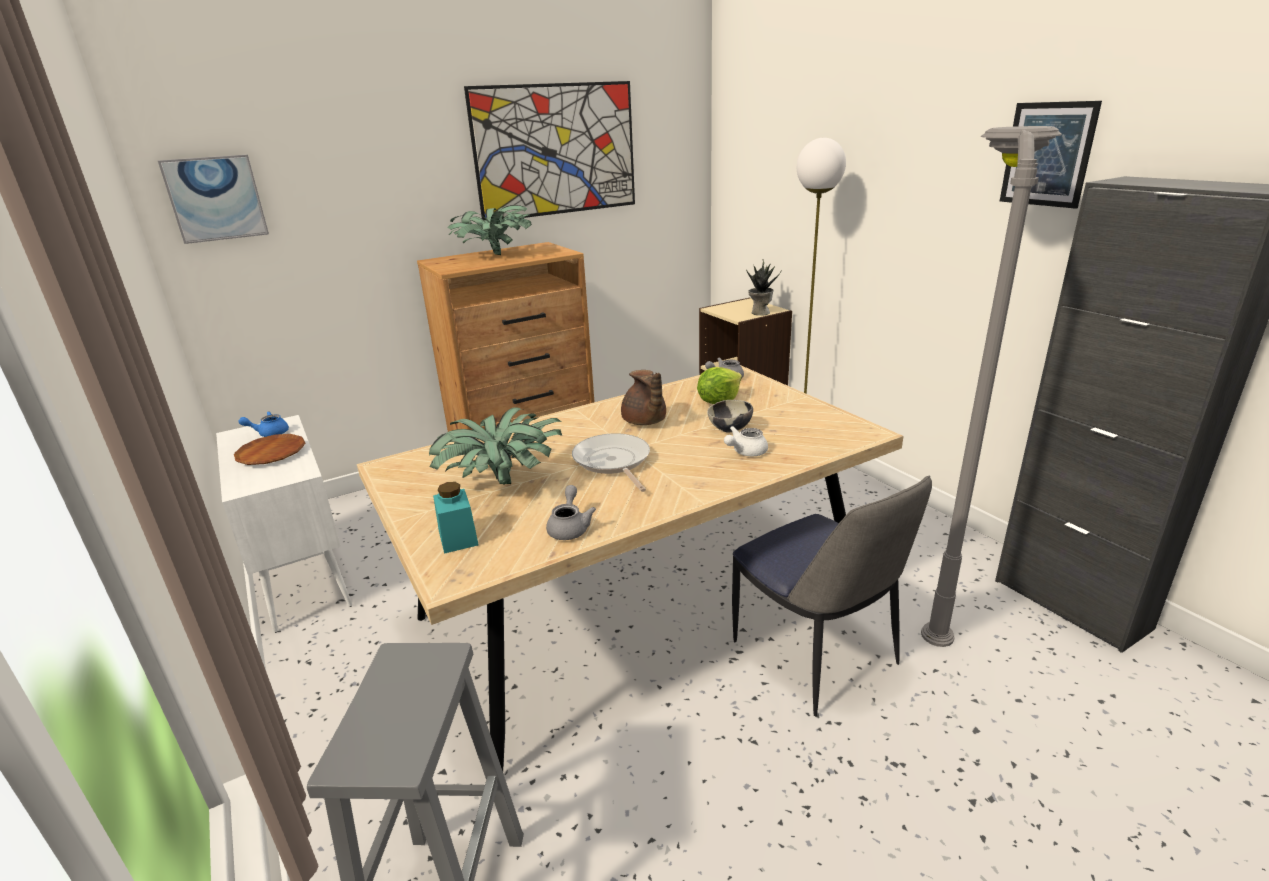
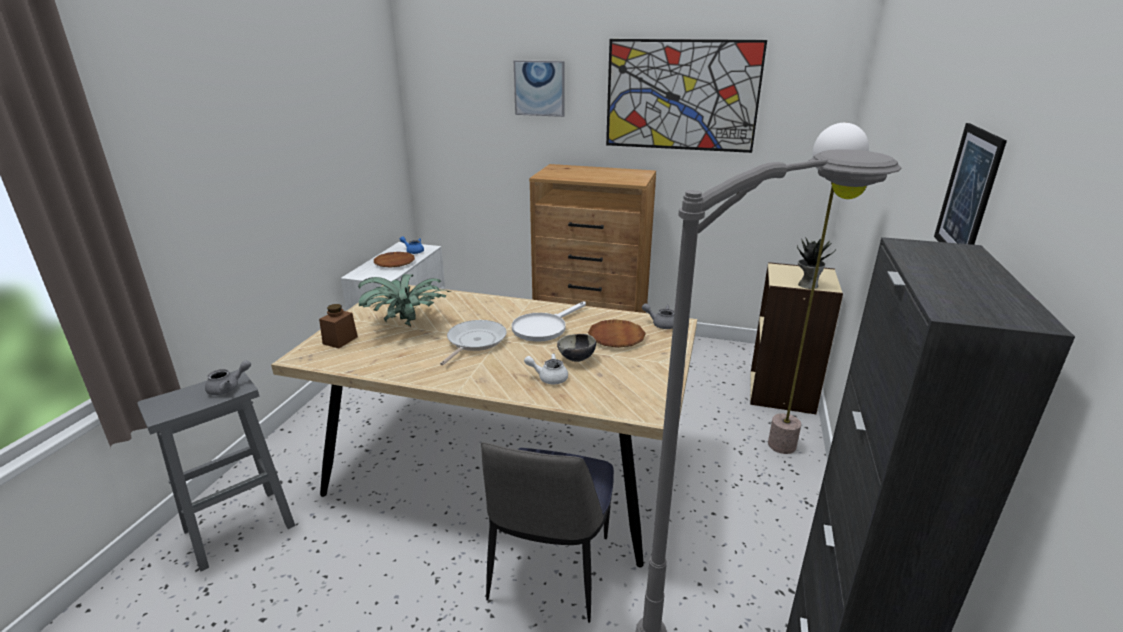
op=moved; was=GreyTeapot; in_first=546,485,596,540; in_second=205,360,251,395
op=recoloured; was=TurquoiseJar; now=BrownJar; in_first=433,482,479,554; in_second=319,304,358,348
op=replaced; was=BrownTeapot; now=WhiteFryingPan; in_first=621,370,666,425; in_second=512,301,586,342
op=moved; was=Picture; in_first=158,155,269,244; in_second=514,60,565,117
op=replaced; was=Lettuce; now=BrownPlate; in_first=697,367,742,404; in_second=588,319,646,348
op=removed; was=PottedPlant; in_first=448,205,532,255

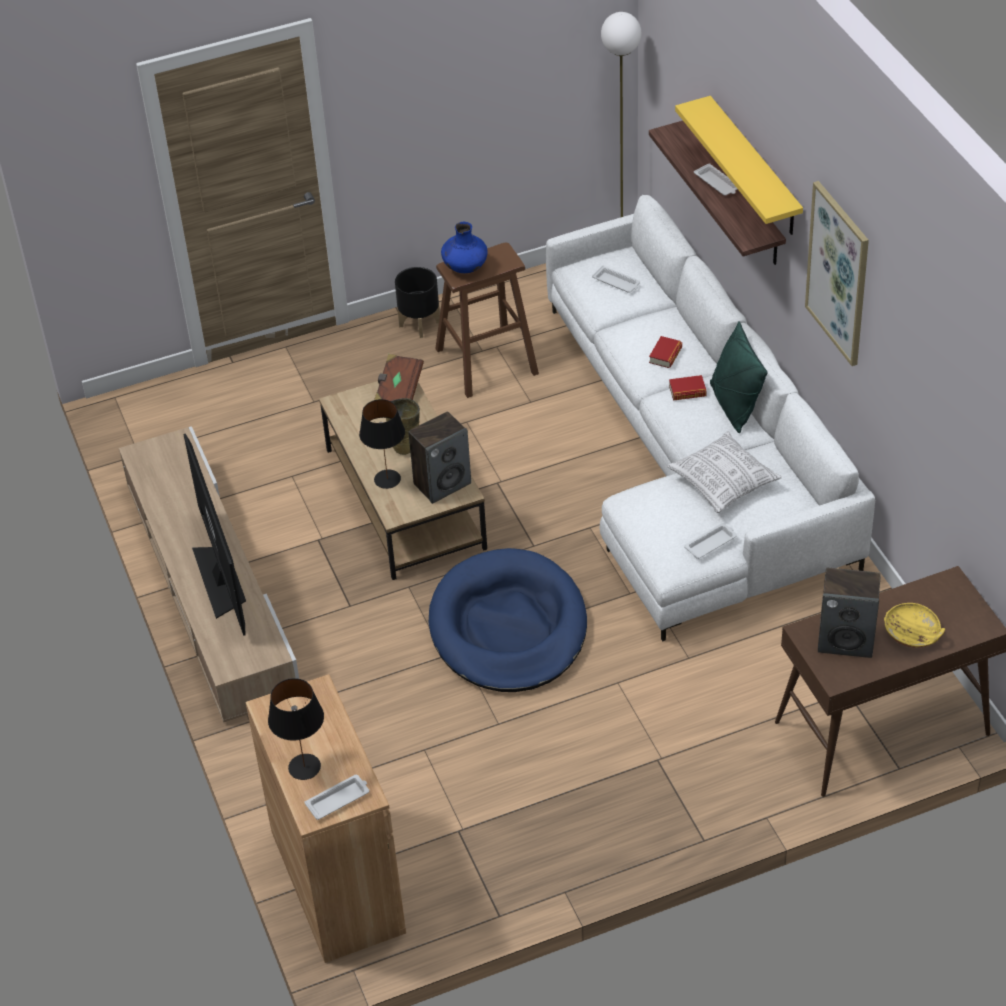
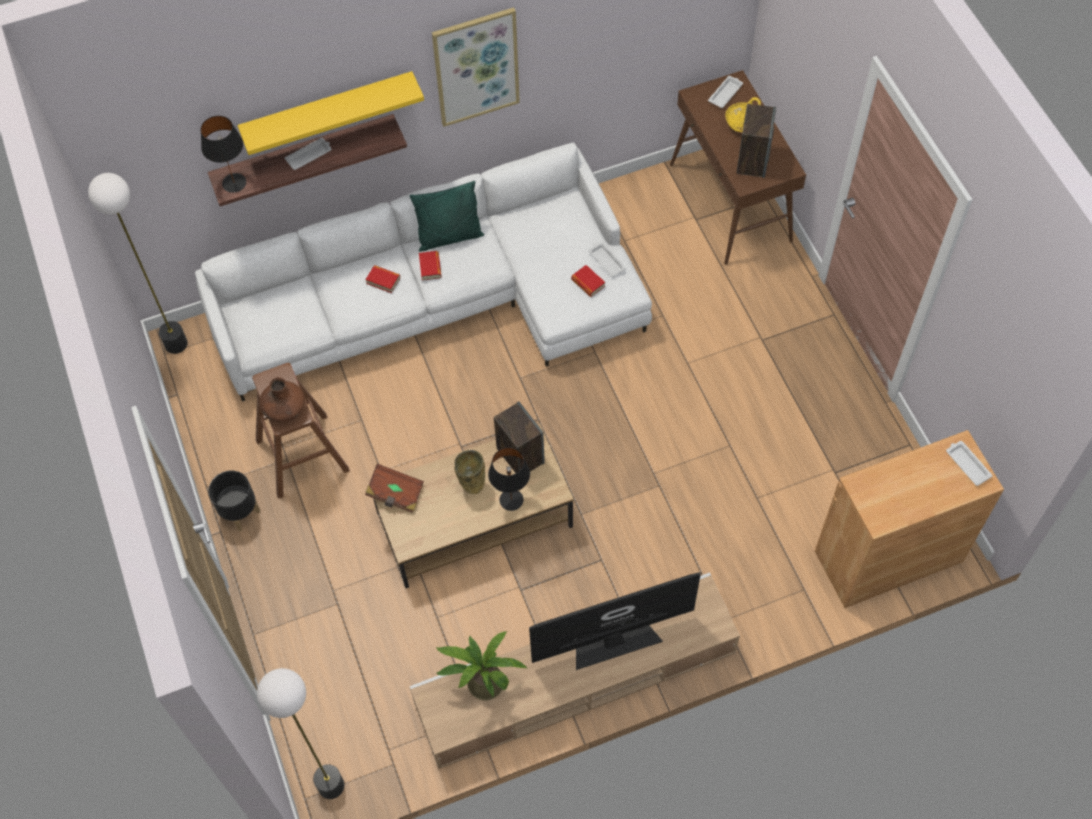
op=moved; was=BlackTableLamp; in_first=268,678,324,780; in_second=201,116,246,193
op=added; now=FloorLamp; in_second=257,668,345,799
op=recoloured; was=BlueVase; now=BrownVase; in_first=441,222,488,273; in_second=259,377,305,422
op=added; now=PottedPlant; in_second=436,631,528,700
op=added; now=Book; in_second=571,265,605,297
op=moved; was=WhiteTray; in_first=592,265,640,292; in_second=708,76,743,108
op=removed; was=BlueDogBed; in_first=429,548,587,692
op=removed; was=Pillow; in_first=667,431,782,513

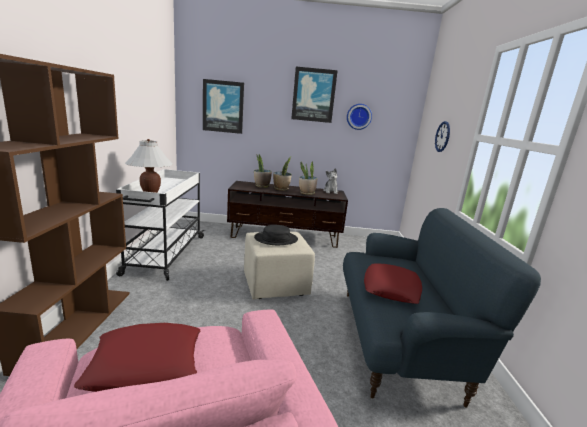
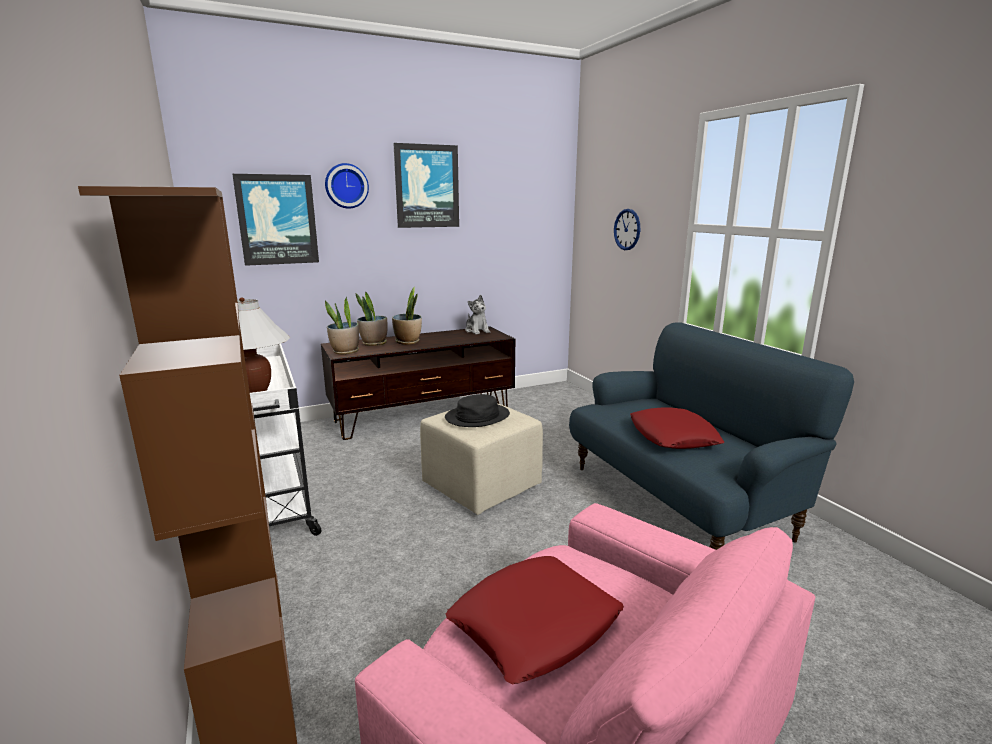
op=moved; was=WallClock; in_first=347,104,372,130; in_second=325,163,369,209
op=moved; was=PottedPlant; in_first=299,161,317,195; in_second=325,297,359,355

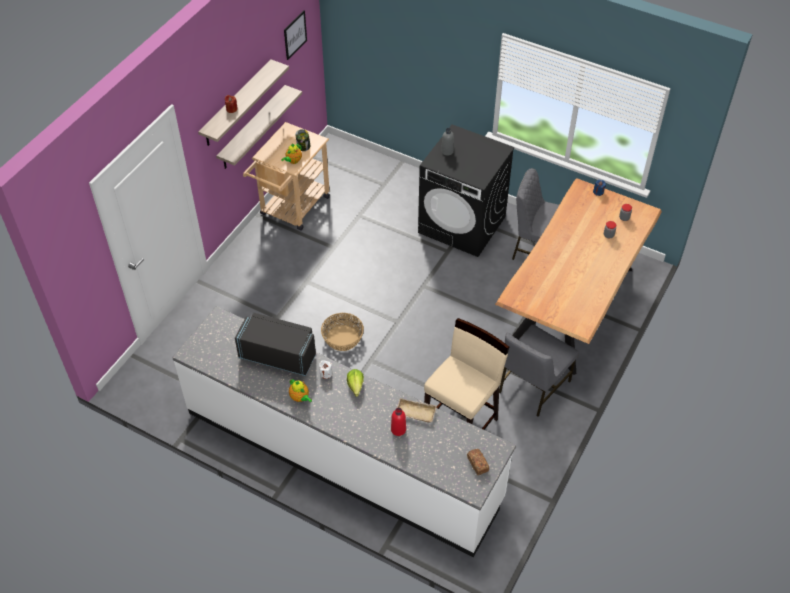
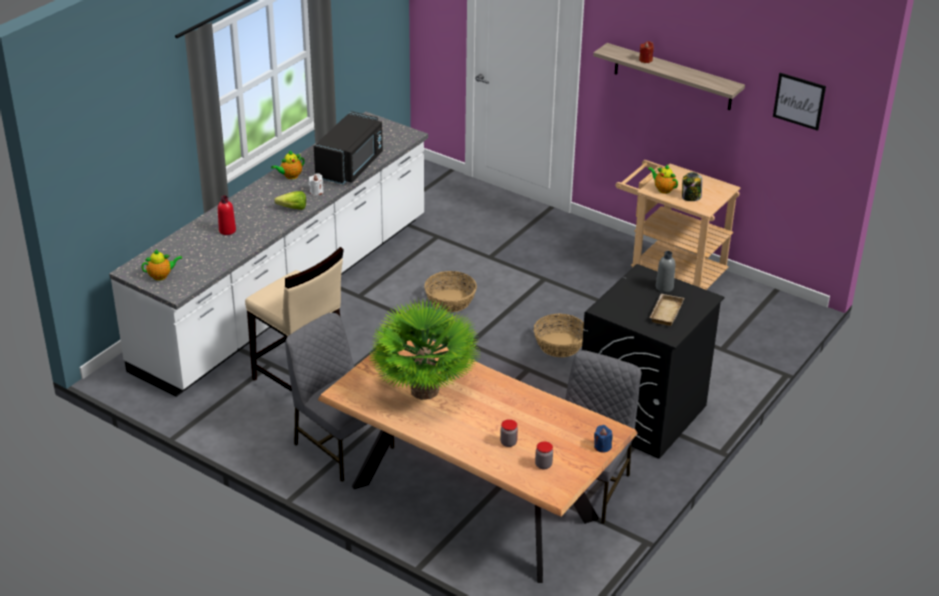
op=replaced; was=Bread; now=Teapot; in_first=467,449,489,475; in_second=141,249,182,281
op=added; now=PottedPlant; in_second=369,298,481,400
op=added; now=Basket; in_second=534,314,584,357
op=moved; was=BeigeTray; in_first=397,398,437,423; in_second=649,294,684,326
op=removed; was=Shelf; in_first=216,85,302,169

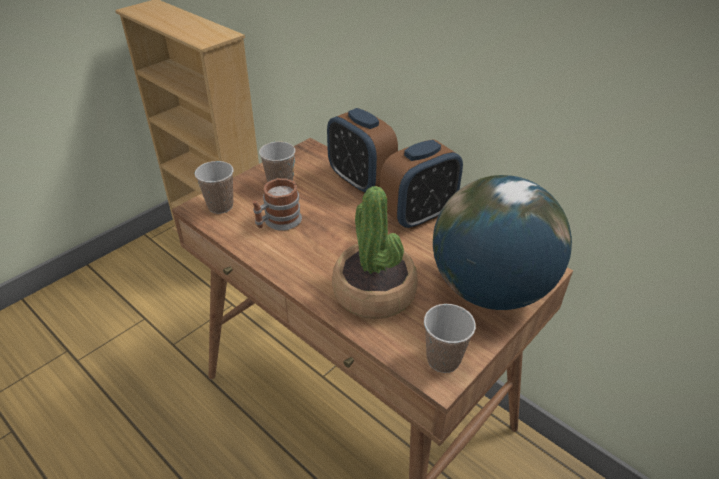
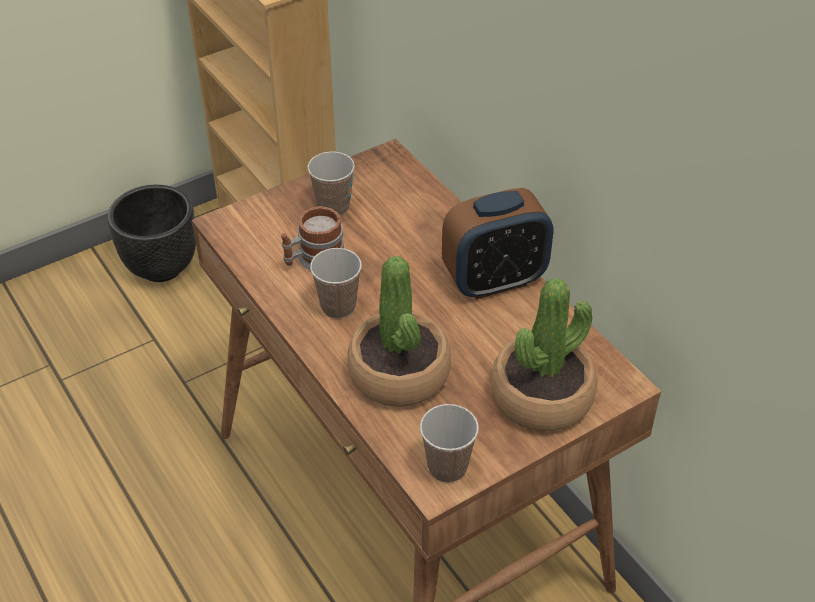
op=added; now=BlackPlanter; in_second=107,185,196,282
op=moved; was=Cup; in_first=195,161,234,214; in_second=310,248,362,319
op=replaced; was=Globe; now=PottedPlant; in_first=433,175,572,310; in_second=490,278,597,431
op=removed; was=AlarmClock; in_first=327,108,398,194

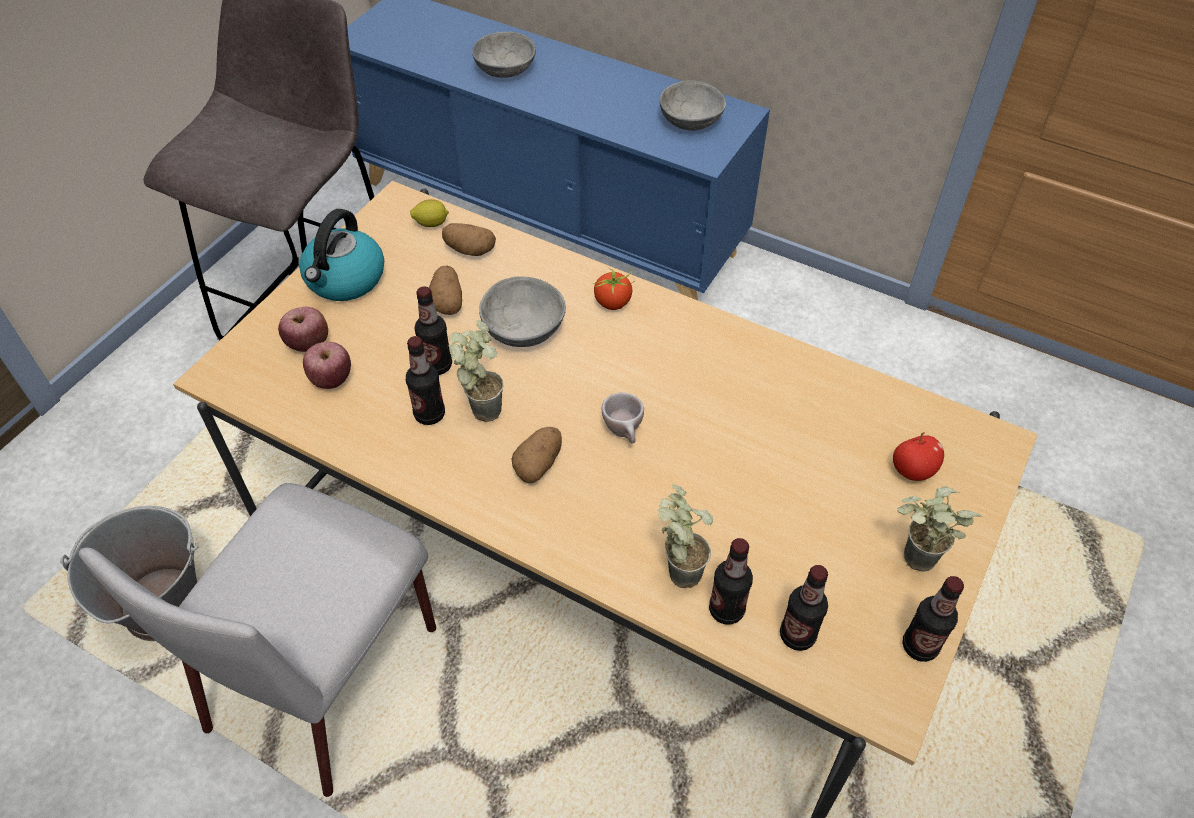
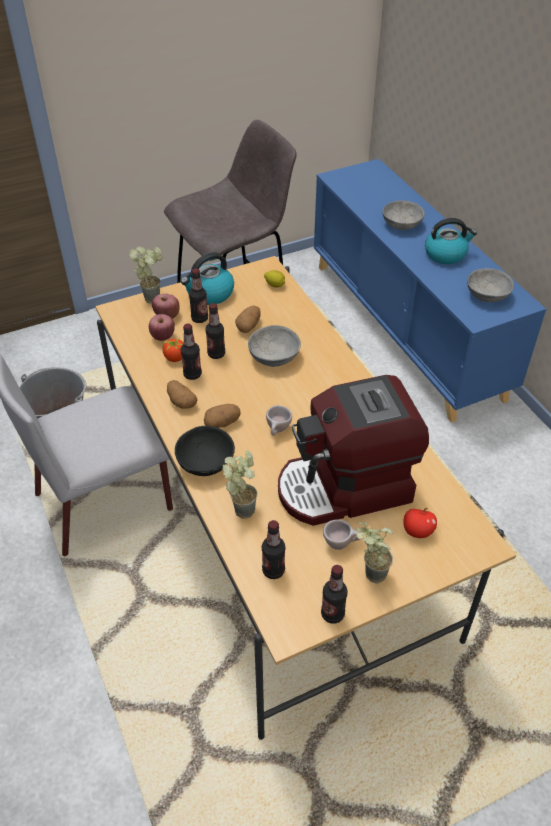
op=moved; was=PottedPlant; in_first=449,320,504,422; in_second=129,247,163,304
op=moved; was=Tomato; in_first=592,269,634,310; in_second=162,336,184,362
op=moved; was=Potato; in_first=442,223,496,256; in_second=167,380,197,409
op=added; now=BlackBowl; in_second=175,426,235,476
op=moved; was=Bottle; in_first=709,538,753,625; in_second=189,268,208,323
op=added; now=CoffeeMachine; in_second=278,375,429,526
op=added; now=BeigeCup; in_second=323,520,360,550
op=added; now=Kettle; in_second=425,218,477,264

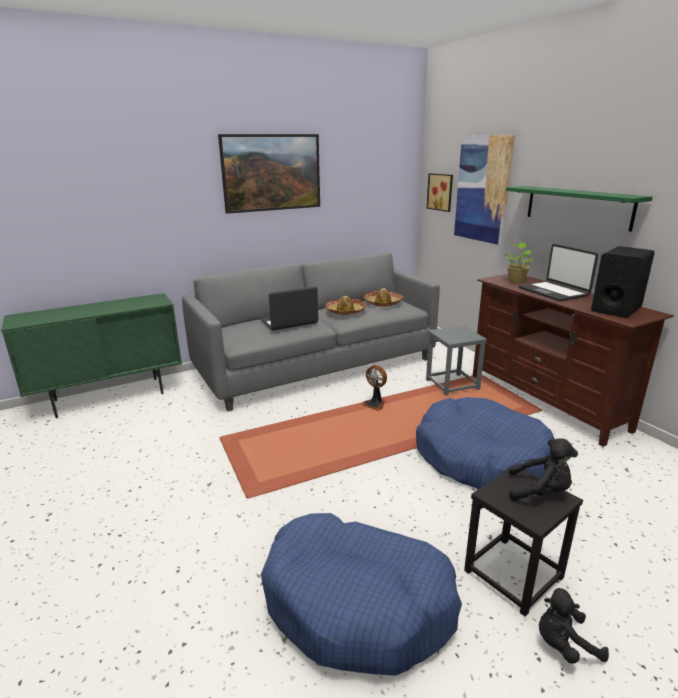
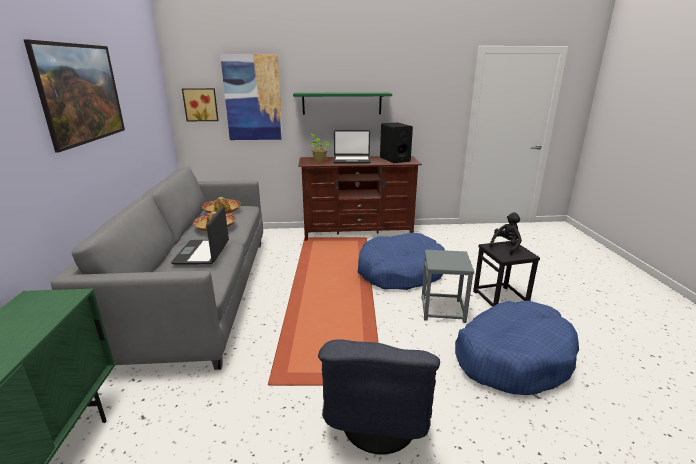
op=added; now=GreyArmchair; in_second=318,339,440,455
op=moved; was=GreyStool; in_first=426,326,487,396; in_second=422,250,474,323
op=removed; was=Fan; in_first=361,365,387,411
op=removed; was=BlackPlushToy; in_first=539,588,609,664

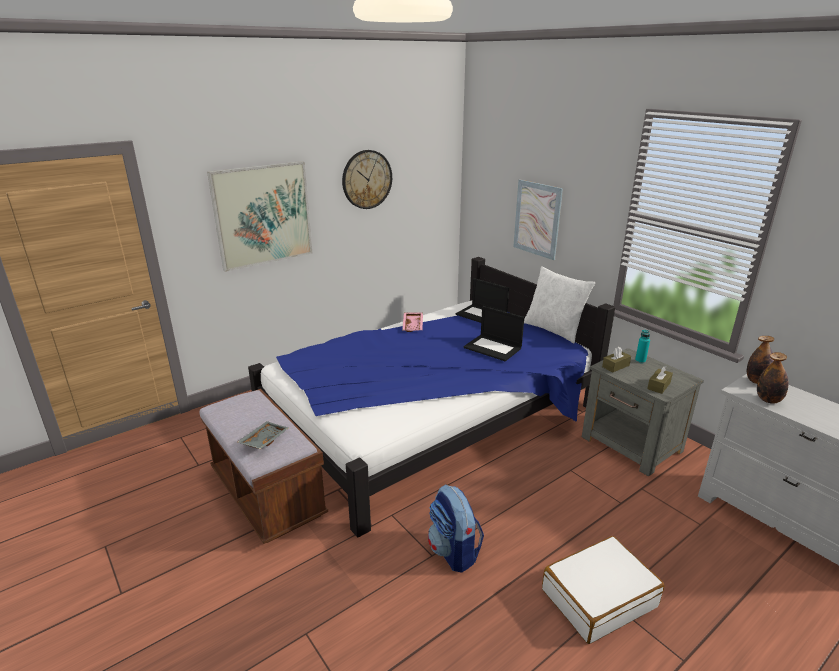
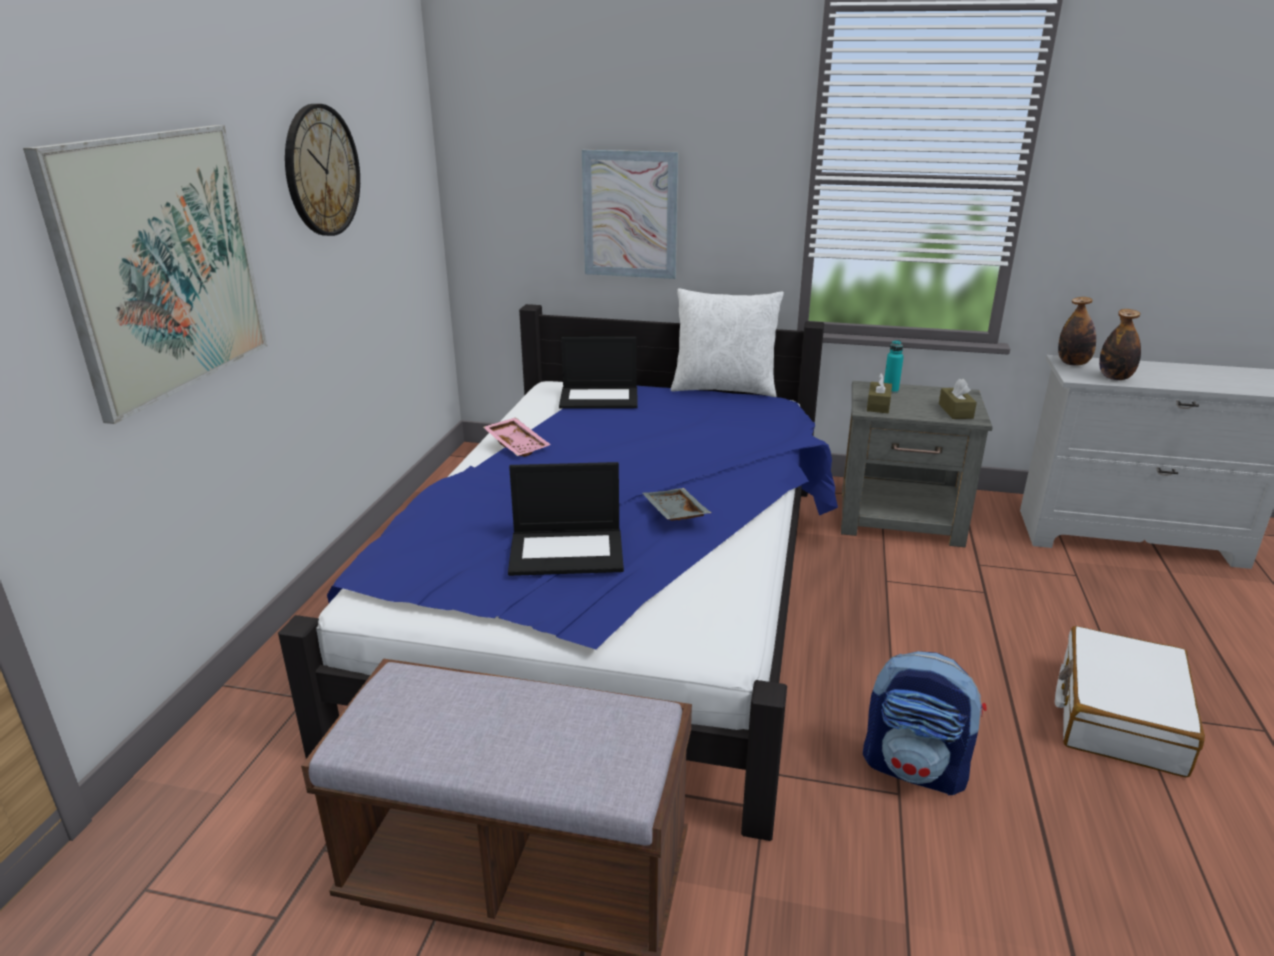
op=moved; was=Laptop; in_first=464,306,524,361; in_second=508,462,624,576
op=moved; was=GreyTray; in_first=237,421,289,449; in_second=643,488,711,521

